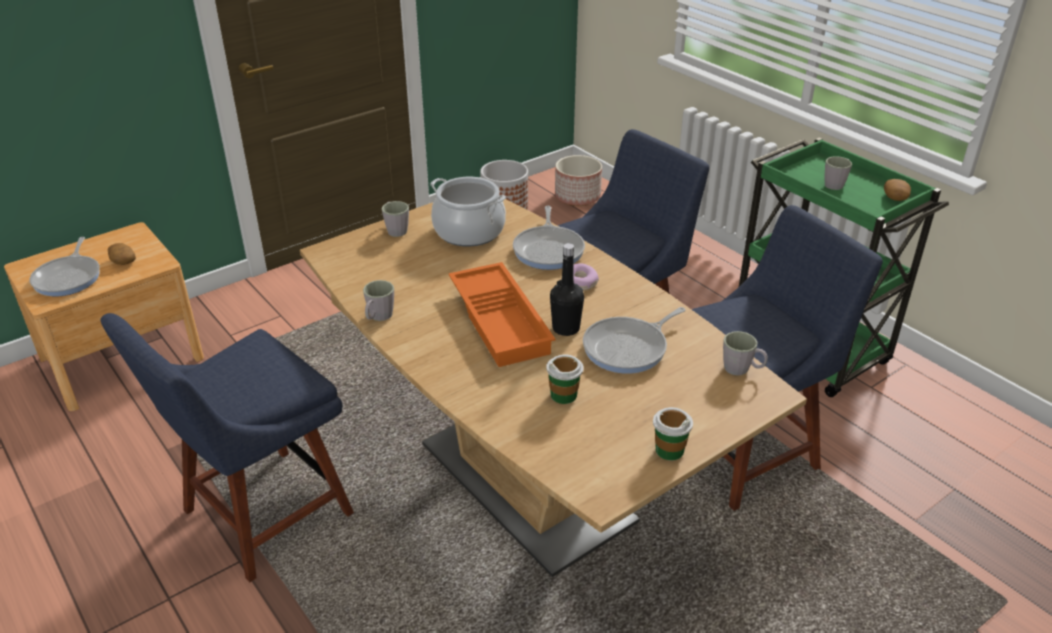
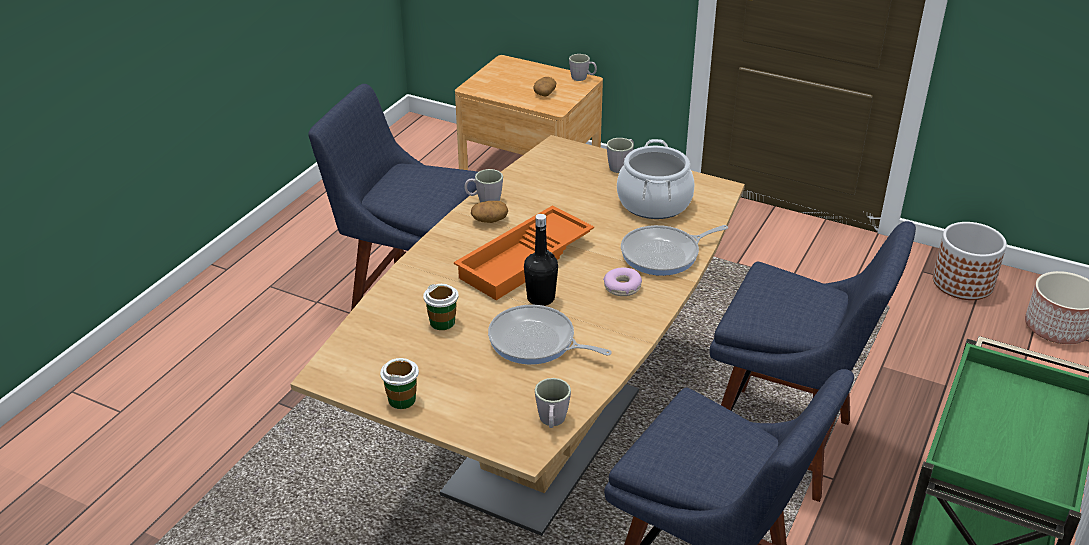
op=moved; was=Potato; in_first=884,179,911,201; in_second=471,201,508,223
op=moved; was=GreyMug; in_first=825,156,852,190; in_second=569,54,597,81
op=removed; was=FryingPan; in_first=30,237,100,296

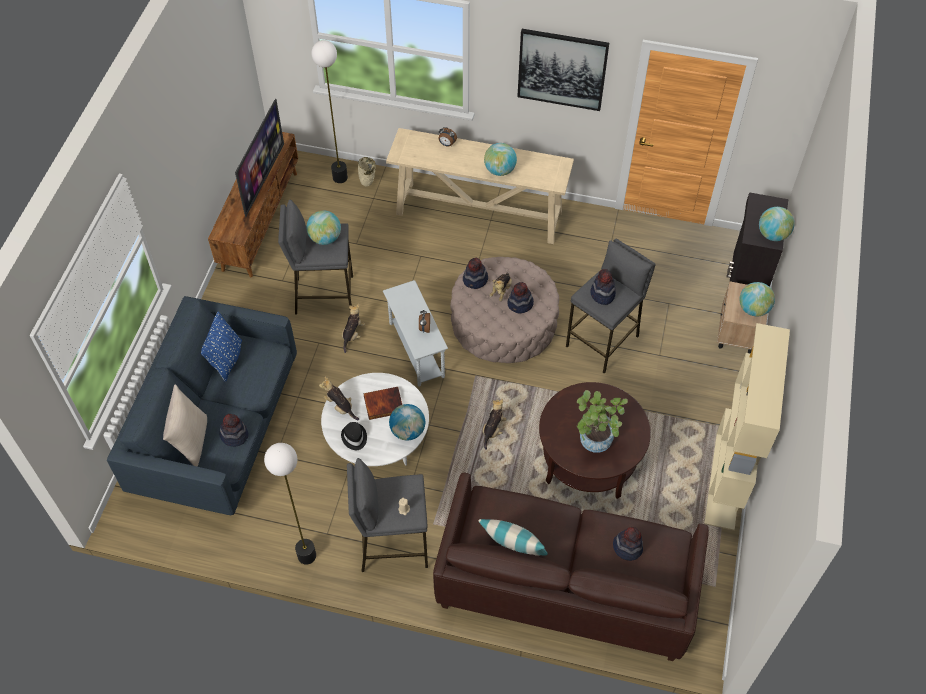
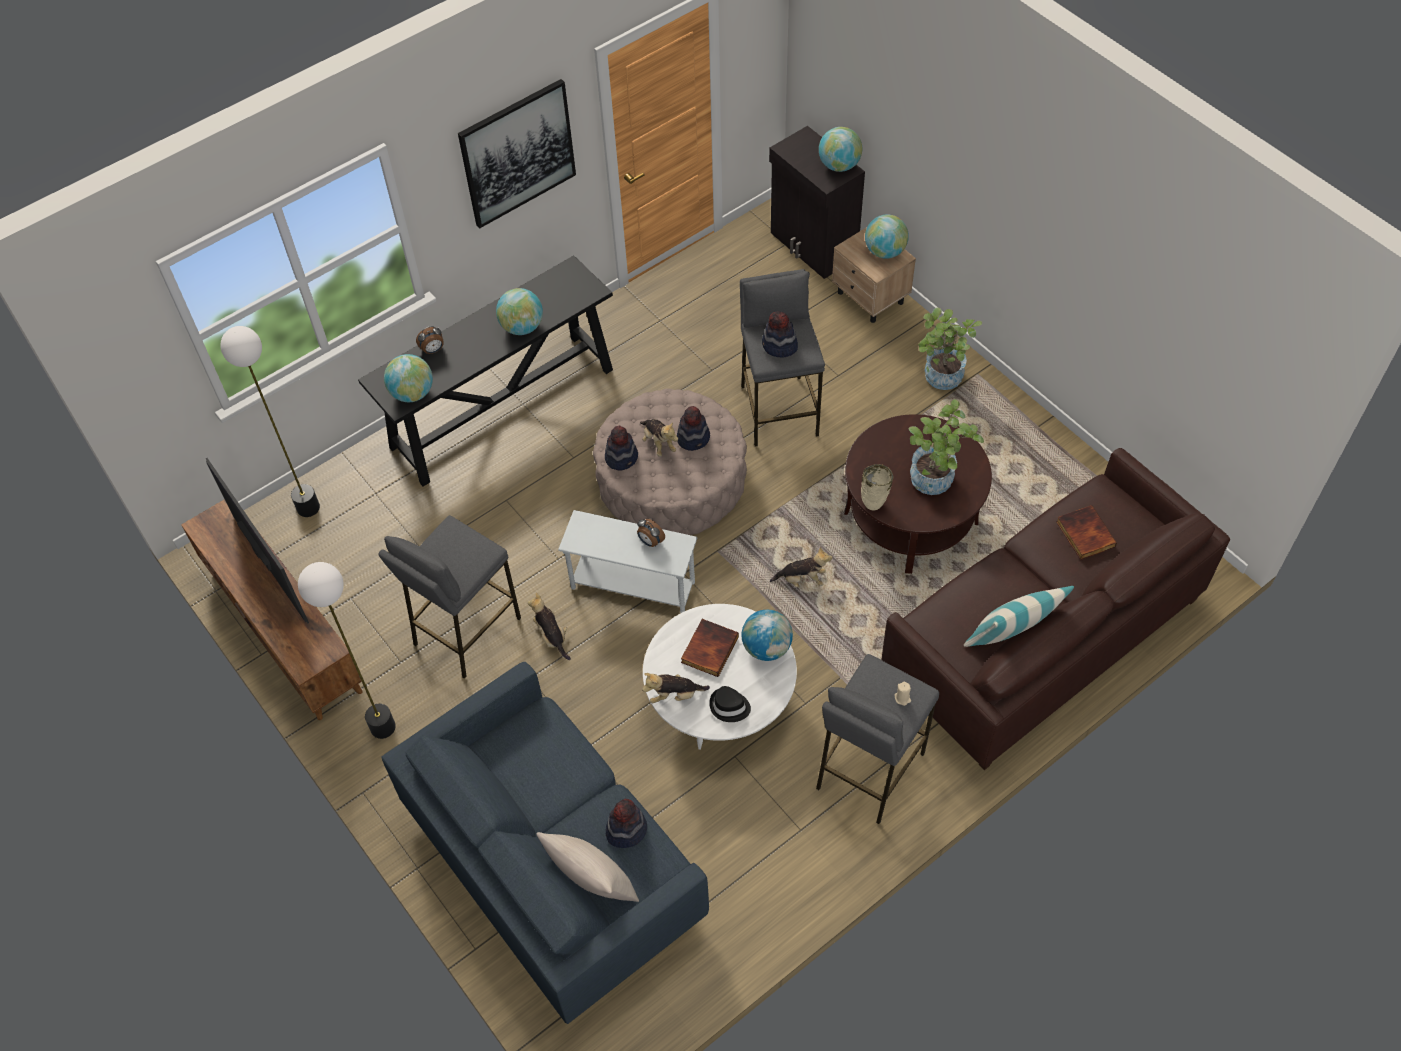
op=moved; was=FloorLamp; in_first=264,443,316,565; in_second=298,562,396,739
op=recoloured; was=BeigeConsoleTable; now=BlackConsoleTable; in_first=386,128,574,244; in_second=358,255,613,486
op=moved; was=Globe; in_first=306,210,341,245; in_second=384,354,433,402
op=turned; was=PlushToy; in_first=483,399,507,450; in_second=770,547,832,588; clockwise=120
op=moved; was=BeigeVase; in_first=358,157,376,187; in_second=861,464,893,511
op=added; now=PottedPlant; in_second=918,307,982,390
op=replaced; was=Hat; now=Book; in_first=613,527,643,561; in_second=1056,505,1117,560
op=removed; was=BluePillow; in_first=201,312,242,382
op=removed; was=BeigeBookcase; in_first=704,323,790,530

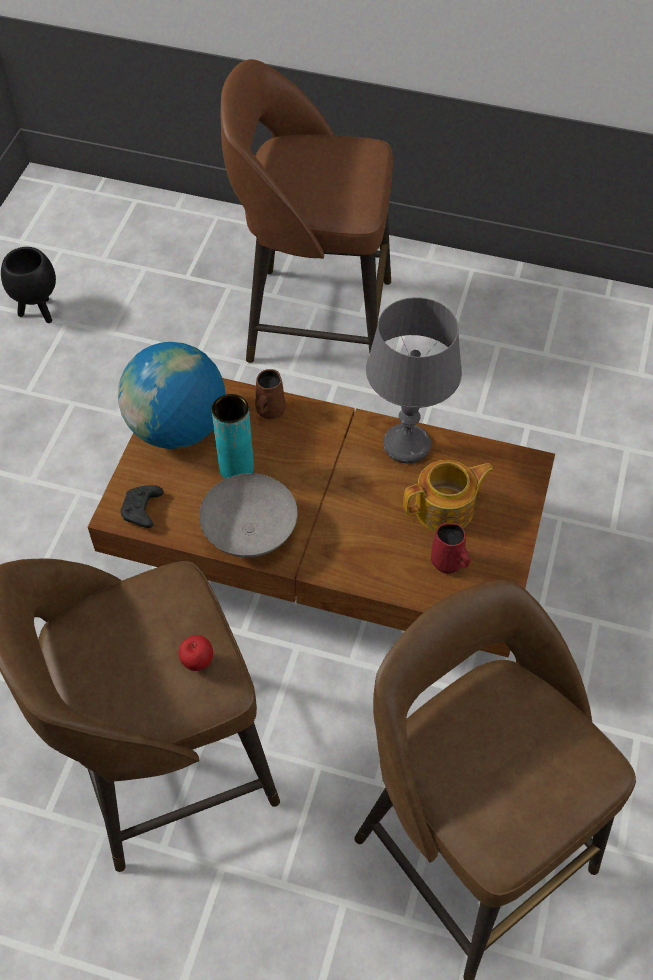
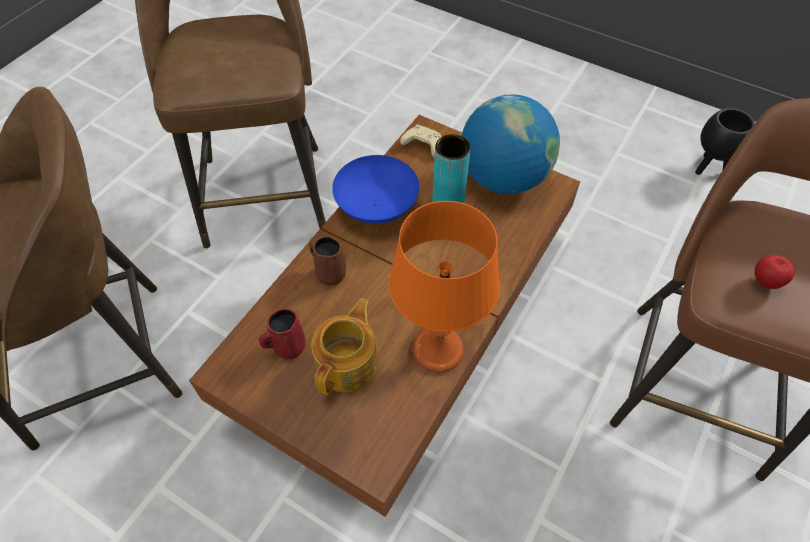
op=moved; was=BrownMug; in_first=255,369,286,419; in_second=309,236,346,286
op=turned; was=Teapot; in_first=403,460,494,532; in_second=311,298,377,396; clockwise=-150
op=recoloured; was=GreyBowl; now=BlueBowl; in_first=199,473,298,557; in_second=332,155,419,224
op=recoloured; was=GreyTableLamp; now=OrangeTableLamp; in_first=366,297,462,463; in_second=389,201,500,373
op=recoloured; was=BlackGameController; now=BeigeGameController; in_first=120,485,164,528; in_second=400,125,441,158
op=moved; was=Apple; in_first=178,635,213,671; in_second=754,255,795,289

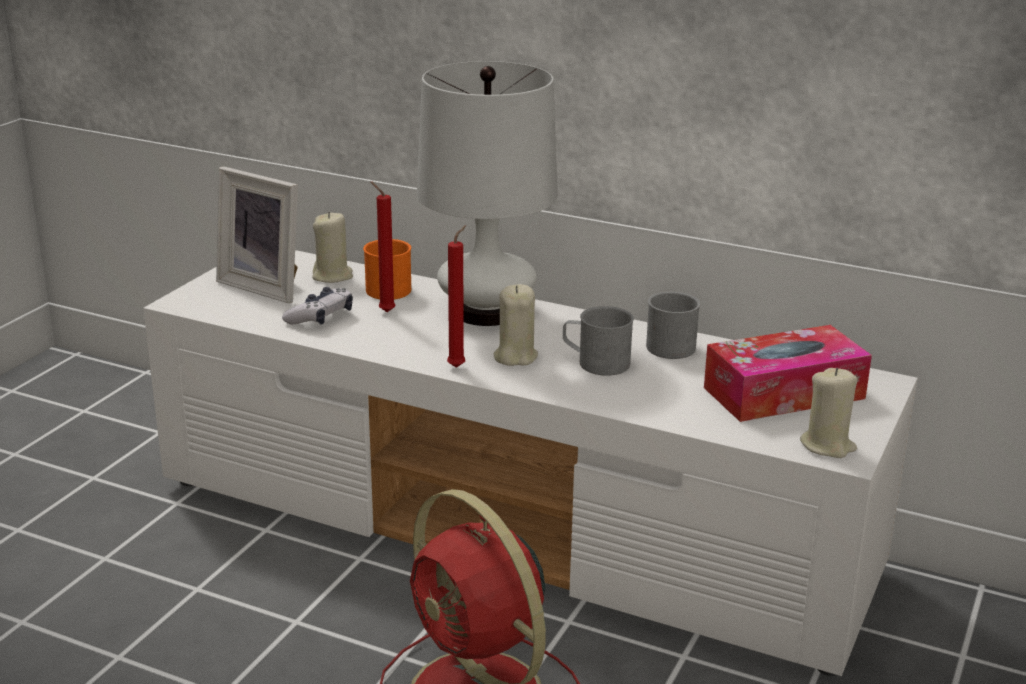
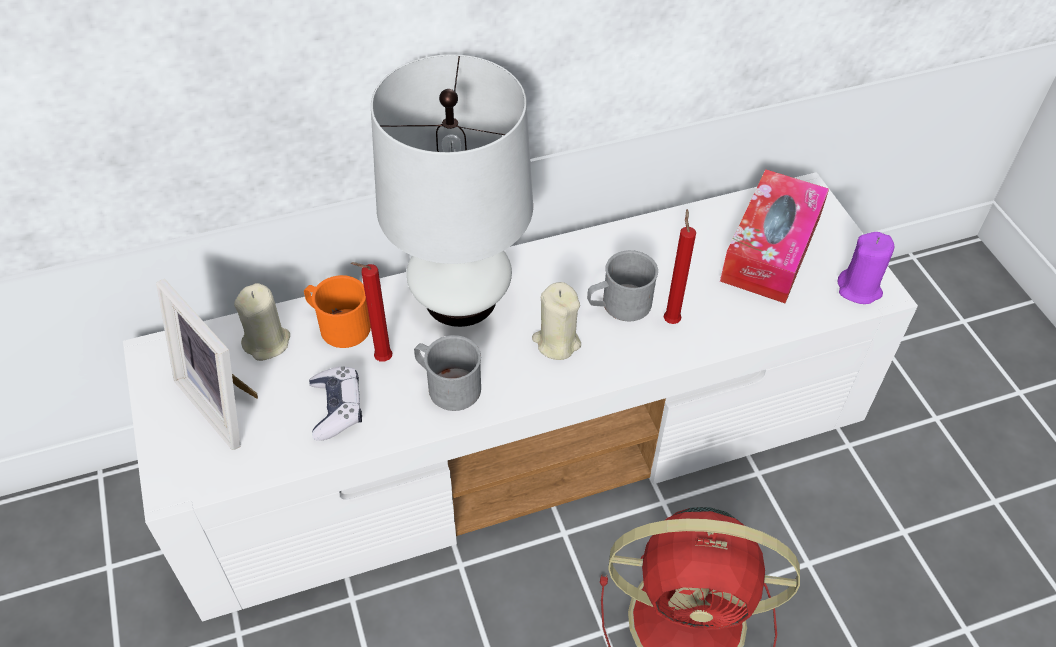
op=turned; was=PictureFrame; in_first=216,166,298,303; in_second=156,279,258,450; clockwise=60
op=moved; was=GreyMug; in_first=646,292,700,359; in_second=414,335,481,411
op=moved; was=RedCandle; in_first=447,225,466,368; in_second=664,209,696,324
op=recoloured; was=BeigeCandle; now=PurpleCandle; in_first=800,368,857,458; in_second=837,232,894,304

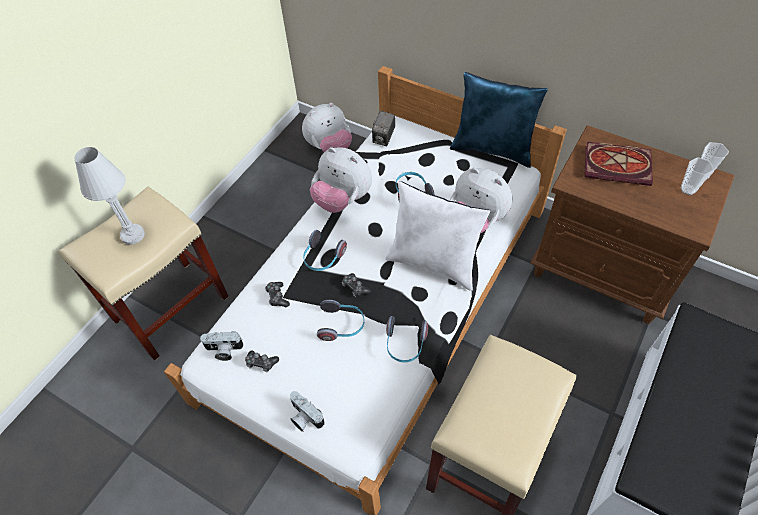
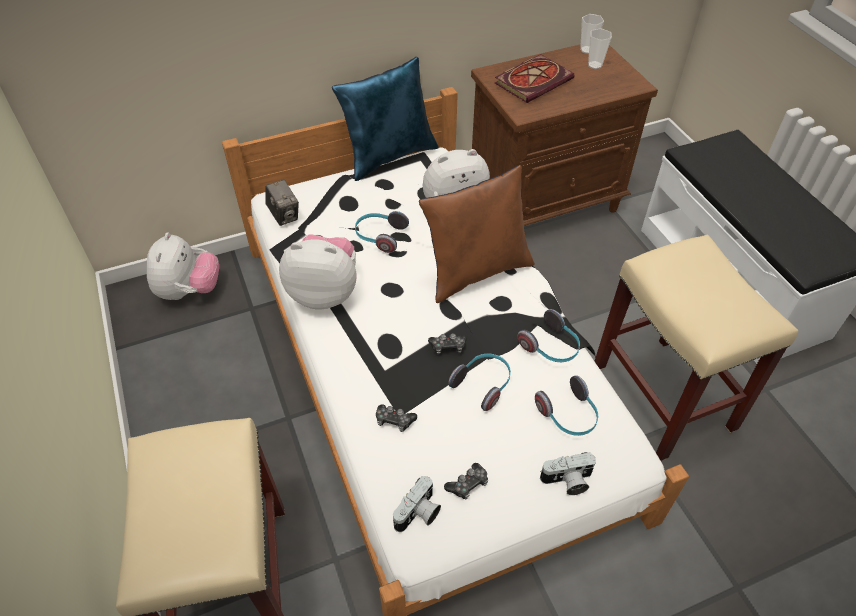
op=turned; was=PlushToy; in_first=310,147,372,213; in_second=279,235,356,309; clockwise=-150
op=recoloured; was=WhitePillow; now=BrownPillow; in_first=385,181,490,291; in_second=419,165,535,303
op=moved; was=Headphones; in_first=303,230,347,271; in_second=535,375,598,436
op=removed; was=WhiteTableLamp; in_first=74,147,145,245

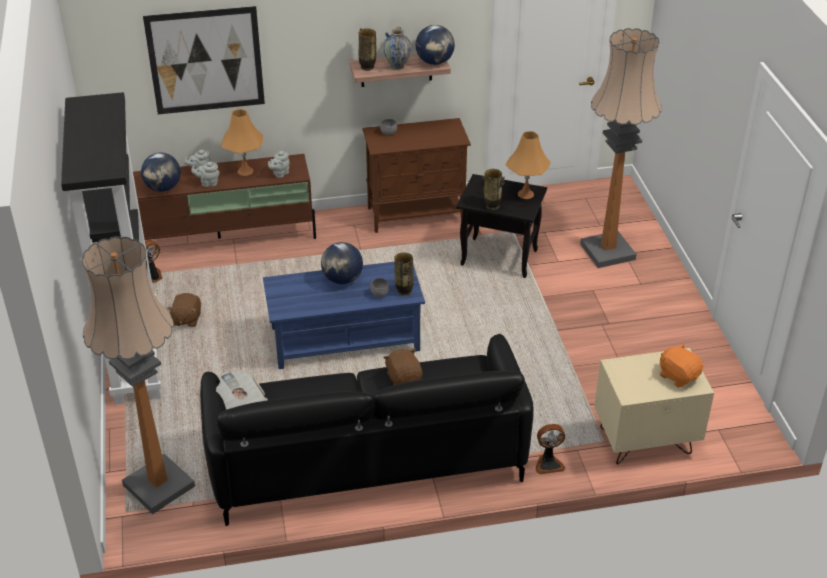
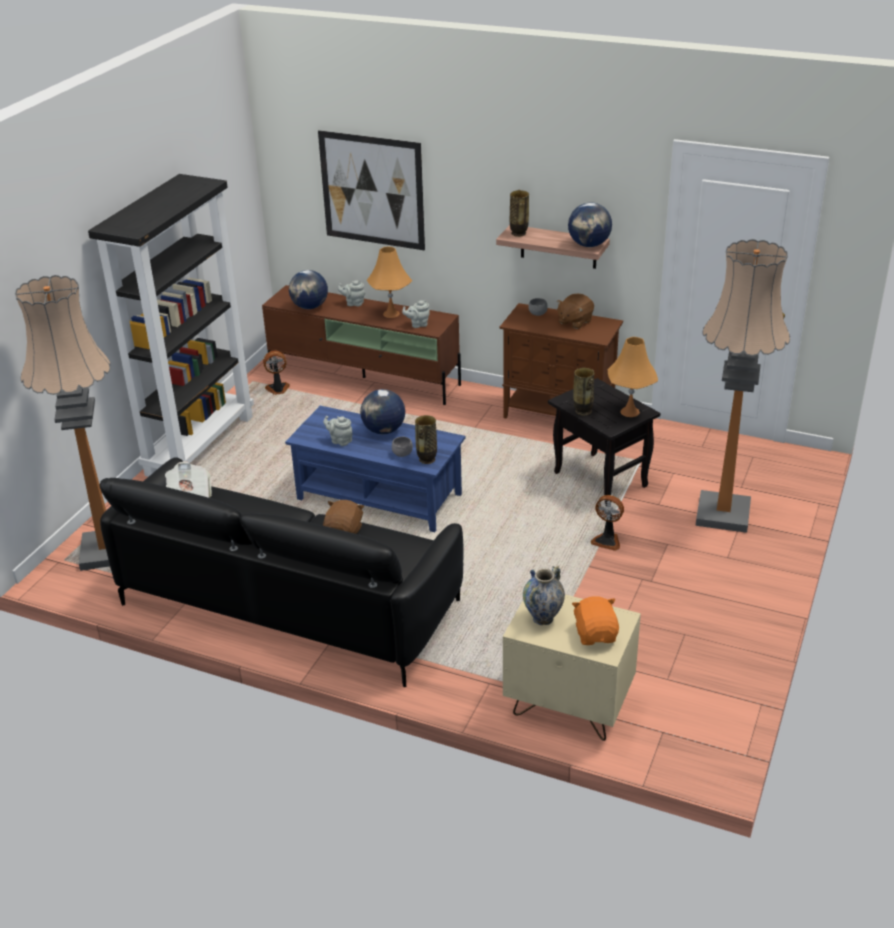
op=moved; was=GreyTeapot; in_first=191,162,220,187; in_second=323,416,353,446
op=moved; was=Vase; in_first=383,26,412,70; in_second=523,566,565,625
op=moved; was=BrownPlushToy; in_first=167,293,201,327; in_second=557,294,594,329
op=moved; was=Fan; in_first=536,424,565,474; in_second=591,495,624,551

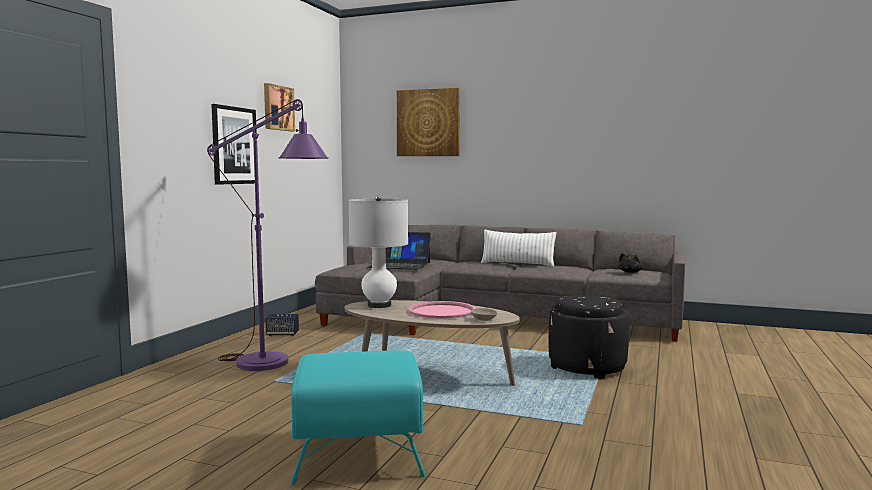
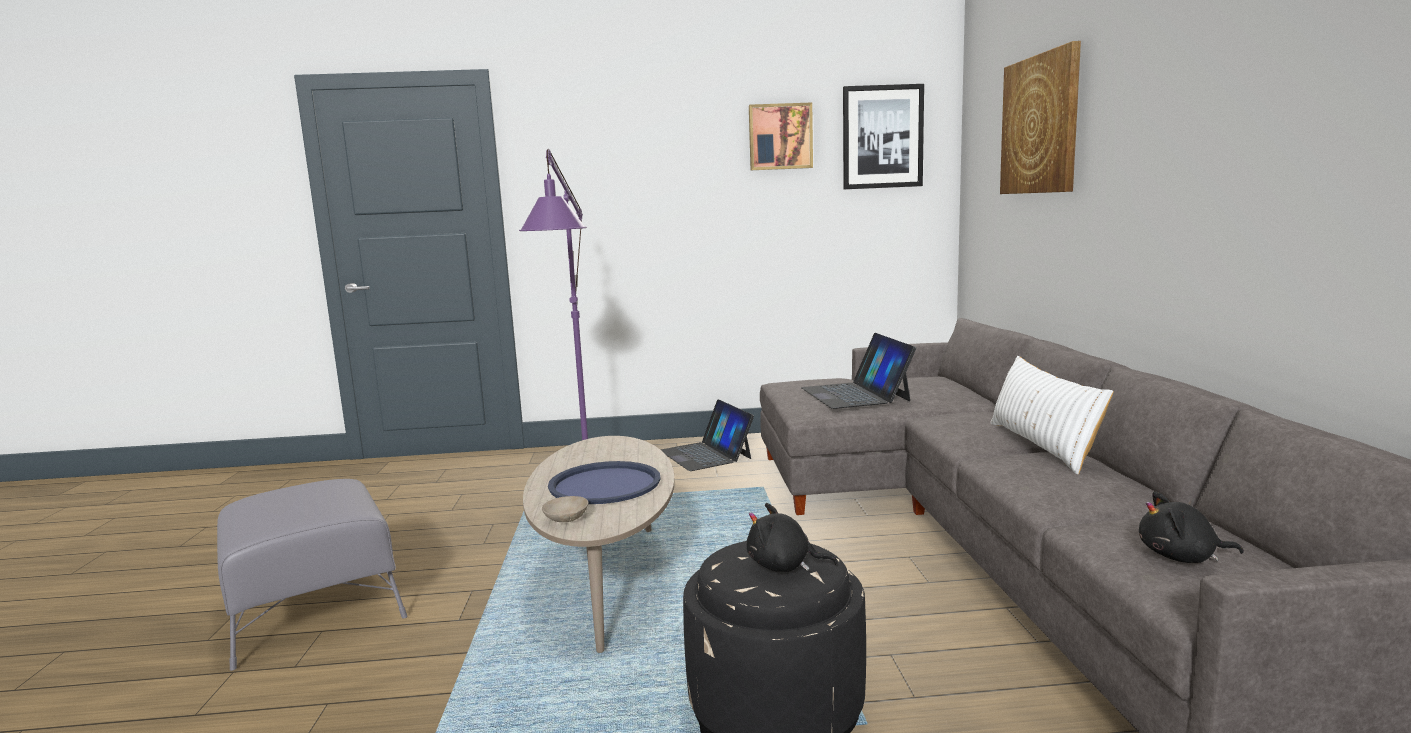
op=recoloured; was=TurquoiseOttoman; now=GreyOttoman; in_first=290,351,426,485; in_second=217,479,407,671
op=recoloured; was=PinkTray; now=BlueTray; in_first=408,301,476,319; in_second=548,461,661,504
op=replaced; was=Speaker; now=Laptop; in_first=265,314,299,336; in_second=661,399,754,471
op=added; now=BlackPlushToy; in_second=746,503,837,572
op=moved; was=Picture; in_first=211,104,257,185; in_second=843,84,924,189
op=removed; was=WhiteTableLamp; in_first=349,196,408,308

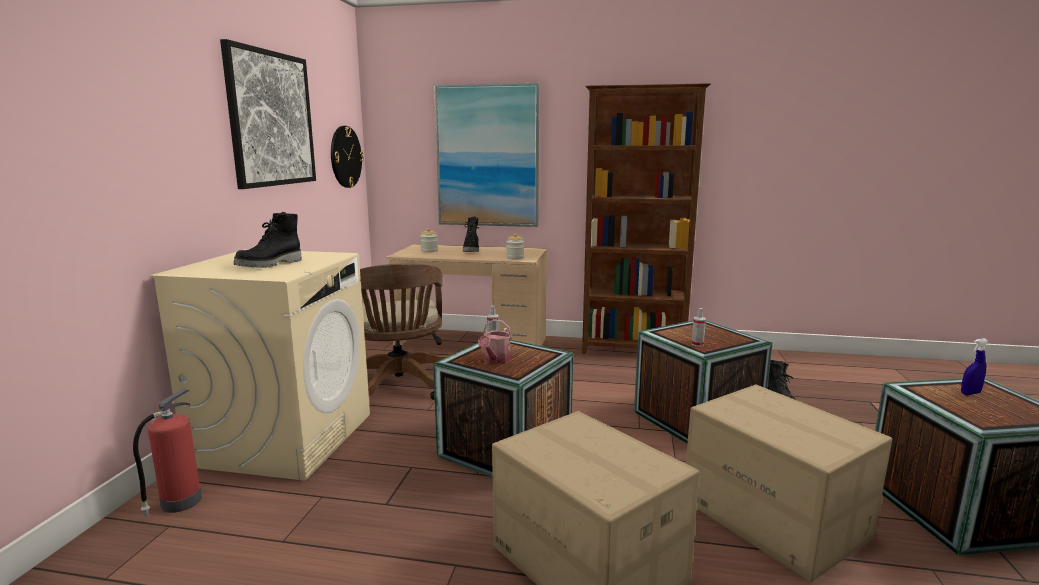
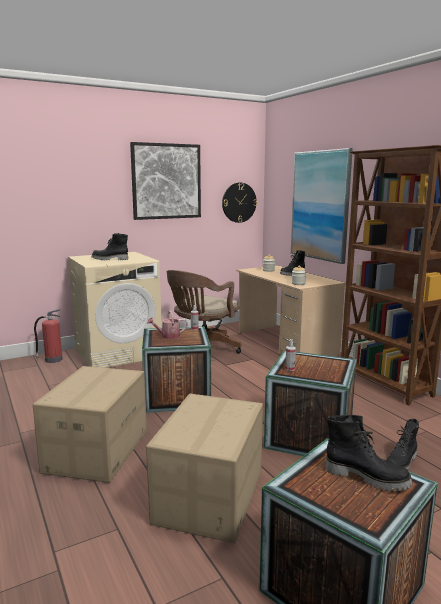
op=replaced; was=BlueSprayBottle; now=BlackBoot; in_first=961,338,989,395; in_second=326,415,412,491

